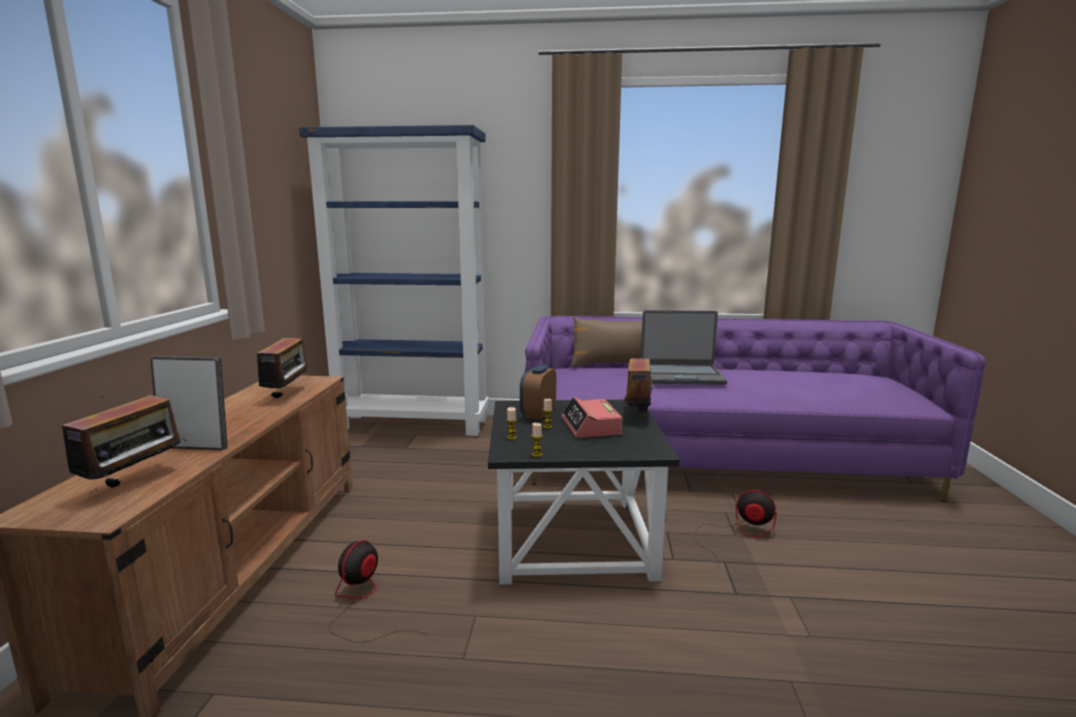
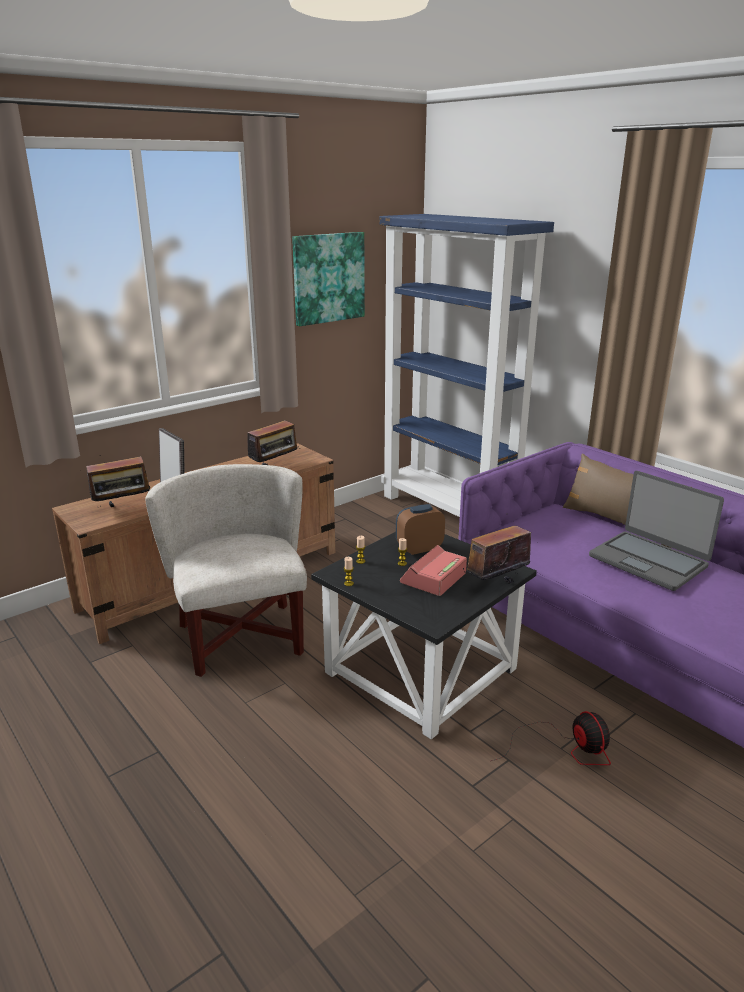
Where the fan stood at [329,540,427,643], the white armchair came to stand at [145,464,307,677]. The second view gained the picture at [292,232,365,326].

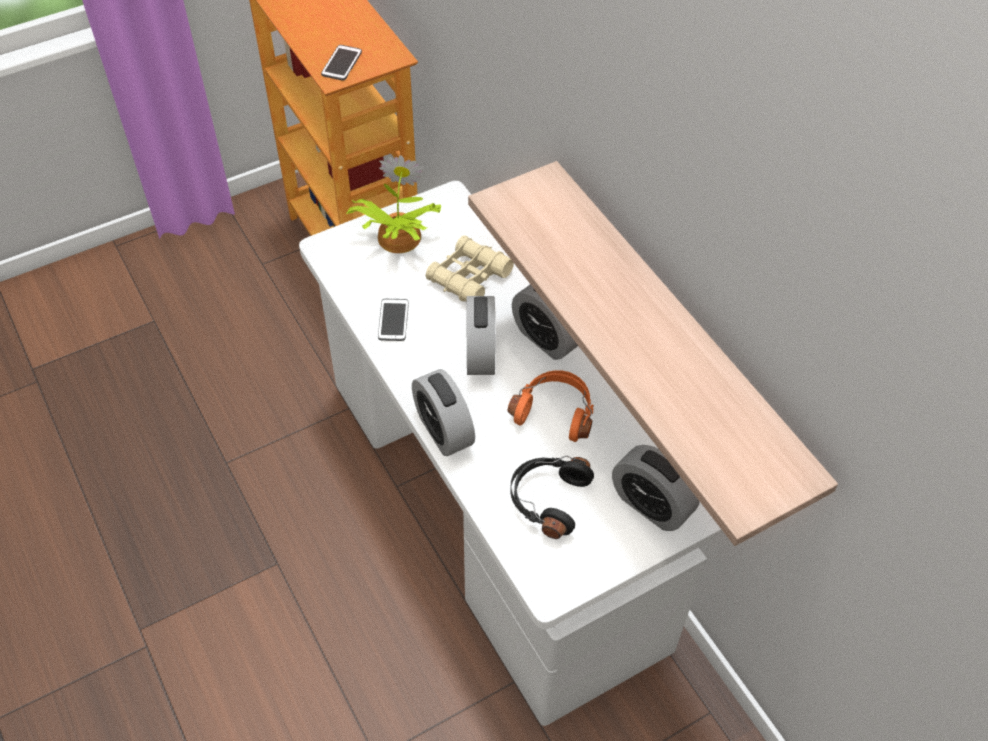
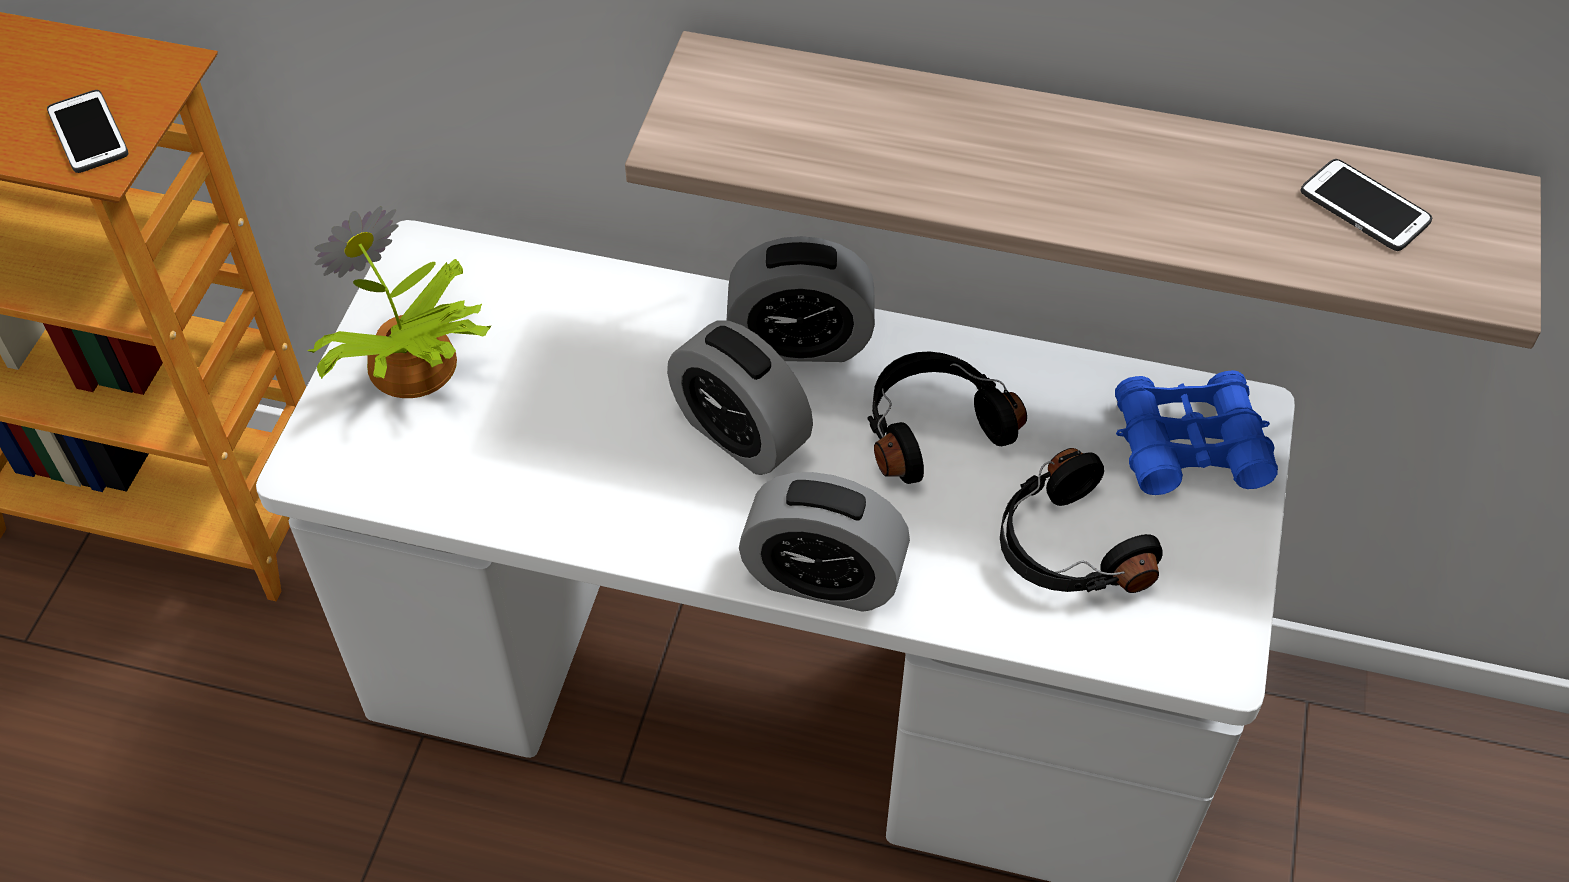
What was the orange headphones at [508,370,594,442] turned into the black headphones at [867,351,1027,484]. Where the alarm clock stood at [612,445,700,531], the blue binoculars came to stand at [1115,370,1278,495]. The phone ended up elsewhere, having gone from [378,299,409,341] to [1300,159,1432,251]. The second view lost the beige binoculars at [426,235,514,302].

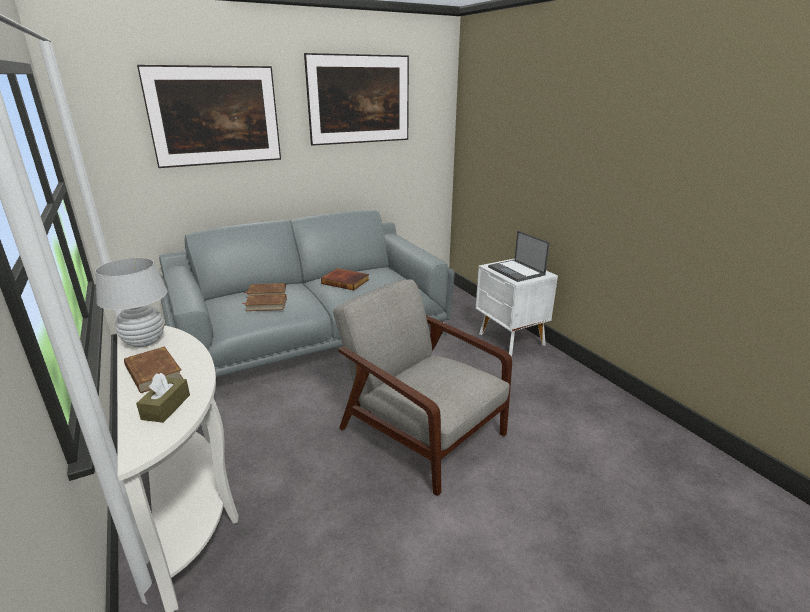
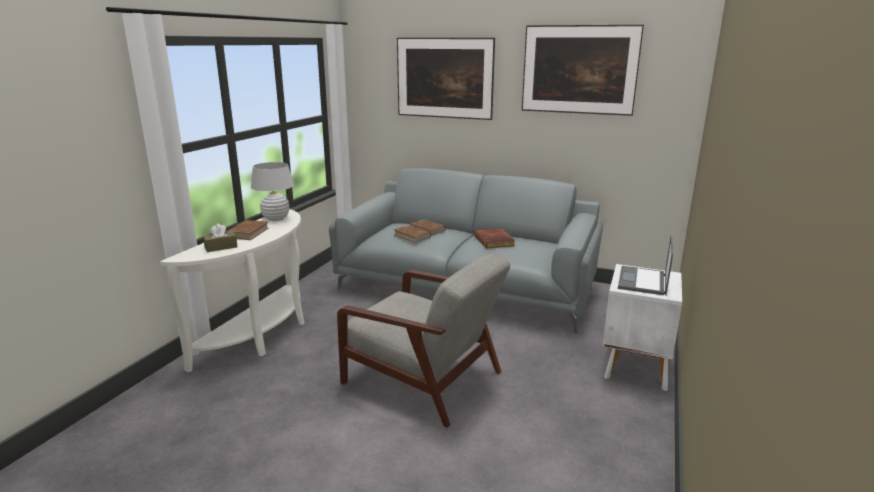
The grey armchair at [333,279,512,496] ended up facing another way, 120 degrees clockwise from before.

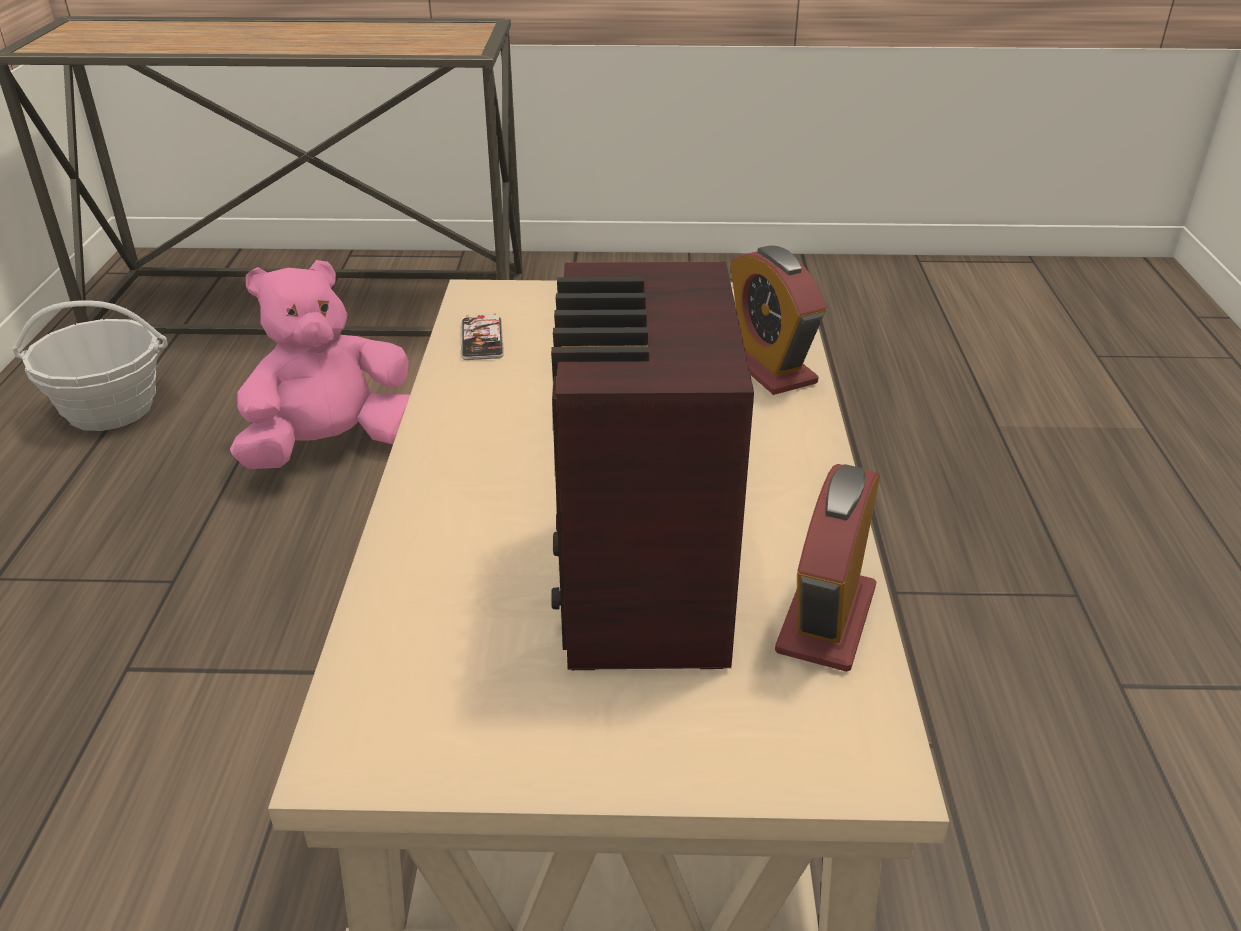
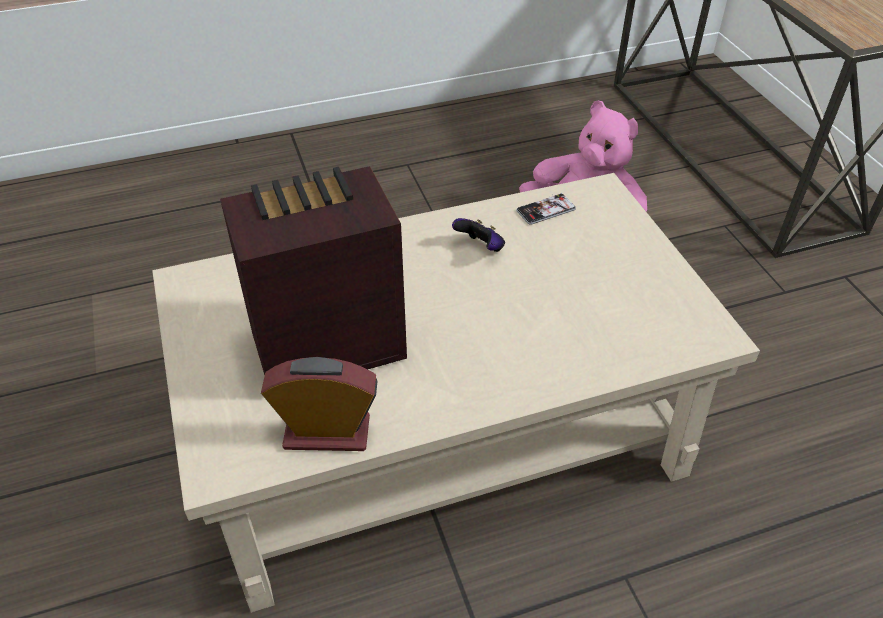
The second view gained the game controller at [452,218,505,252]. The second view lost the basket at [12,300,168,431]. The second view lost the alarm clock at [731,245,827,395].

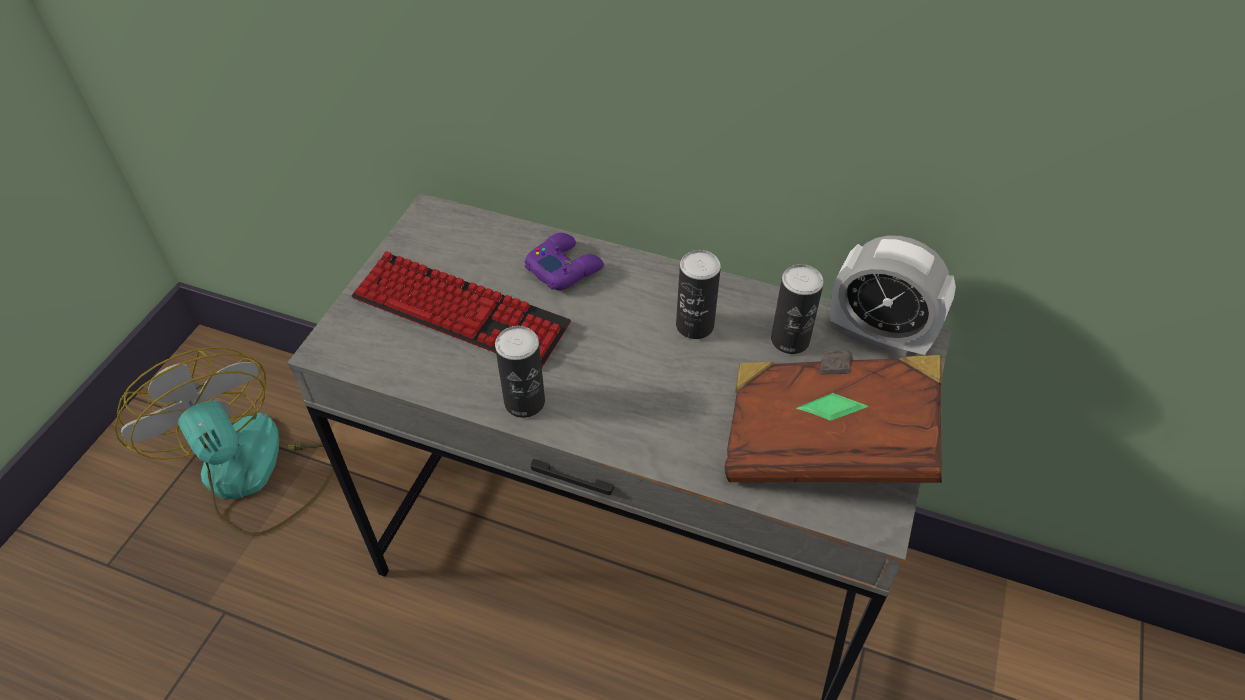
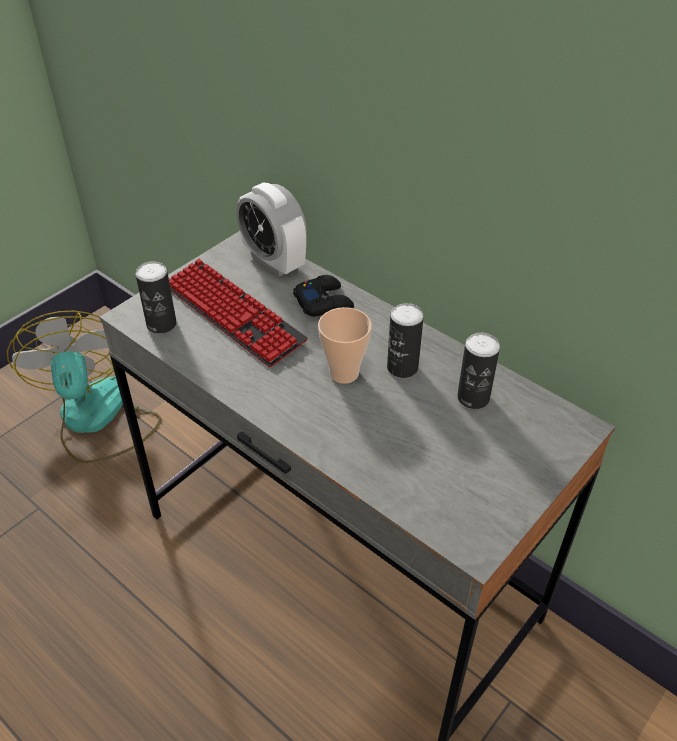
The can ended up elsewhere, having gone from [495,326,545,418] to [136,261,176,334]. The alarm clock ended up elsewhere, having gone from [830,236,956,357] to [237,183,307,277]. What was the purple game controller at [524,233,604,290] turned into the black game controller at [293,275,354,317]. The second view gained the cup at [318,307,372,384]. The second view lost the brown book at [725,350,942,483].

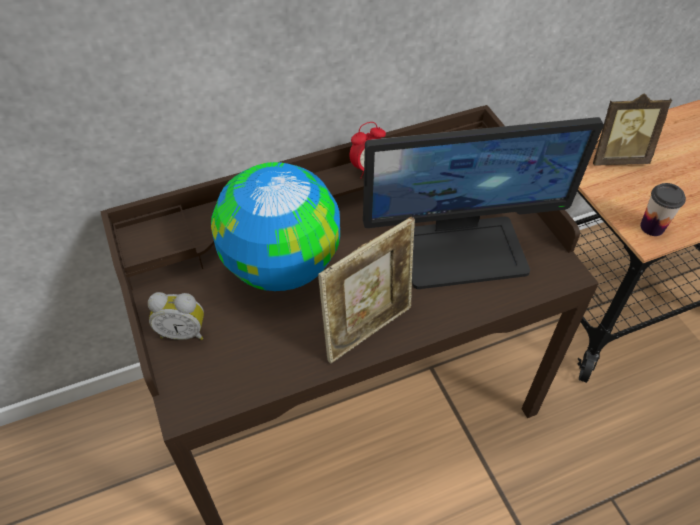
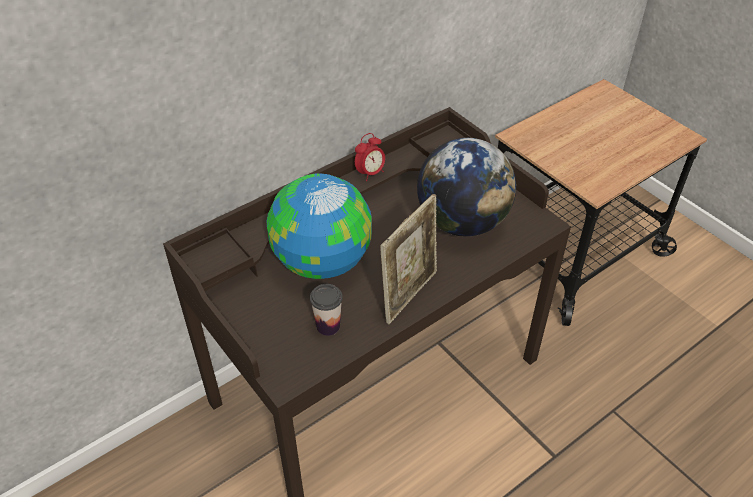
The cup ended up elsewhere, having gone from [640,183,686,236] to [310,284,343,336]. Where the monitor stood at [363,117,604,289], the globe came to stand at [417,138,516,236]. The second view lost the alarm clock at [148,292,204,340]. The second view lost the picture frame at [593,93,672,166].

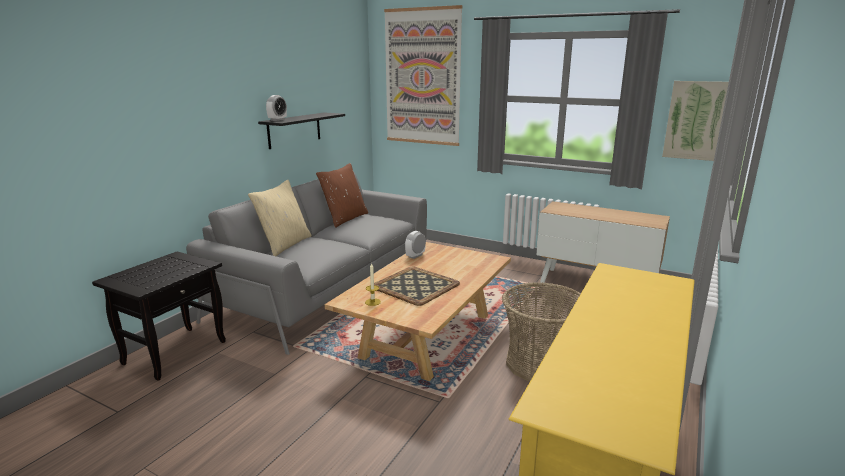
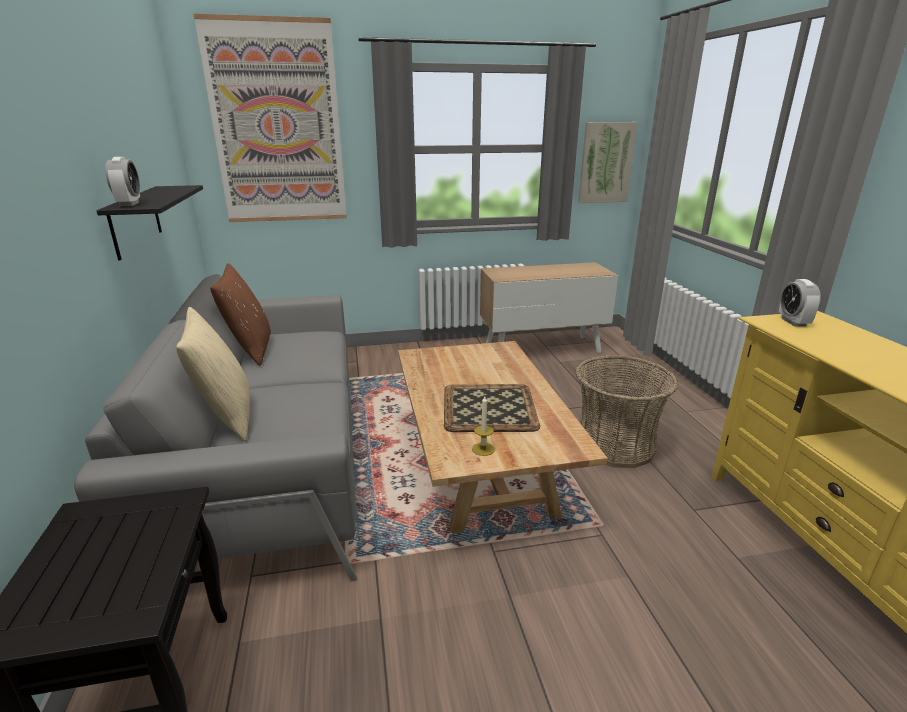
The alarm clock ended up elsewhere, having gone from [405,231,426,259] to [779,279,821,327].

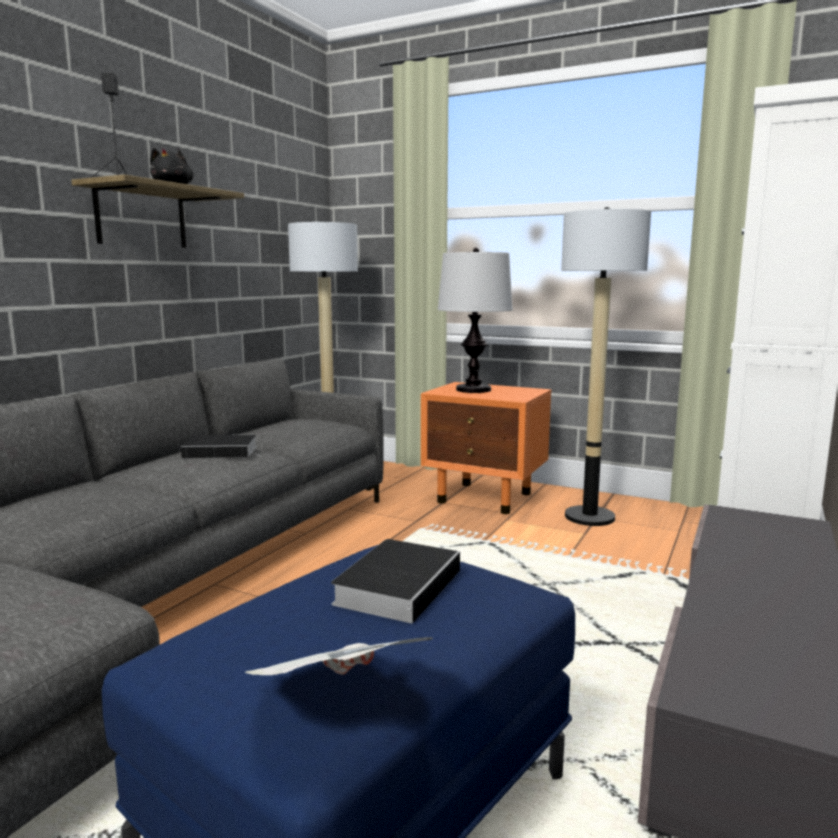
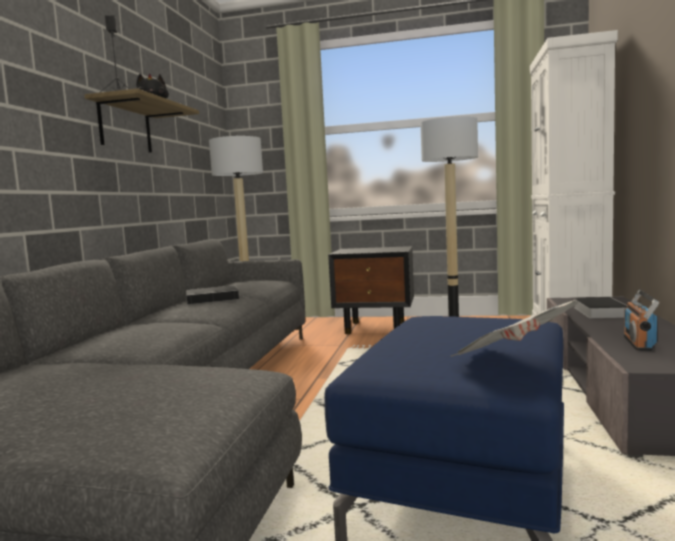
What was the orange nightstand at [421,382,551,514] turned into the black nightstand at [328,246,414,334]. The book ended up elsewhere, having gone from [331,539,463,624] to [574,298,627,318]. The second view gained the radio at [624,290,660,351]. The second view lost the table lamp at [438,248,513,393].

